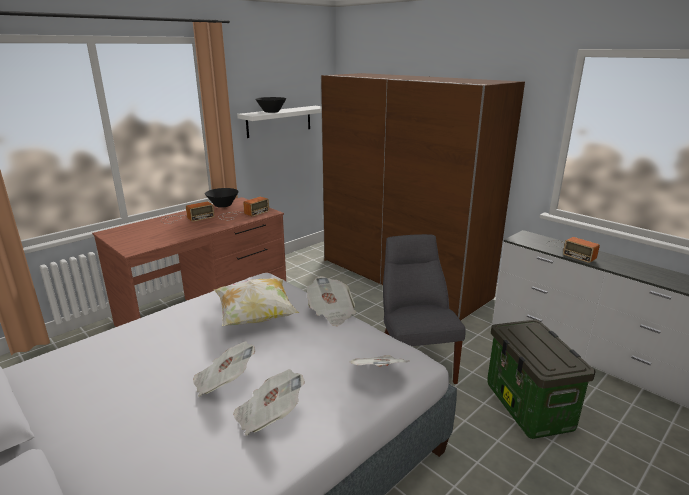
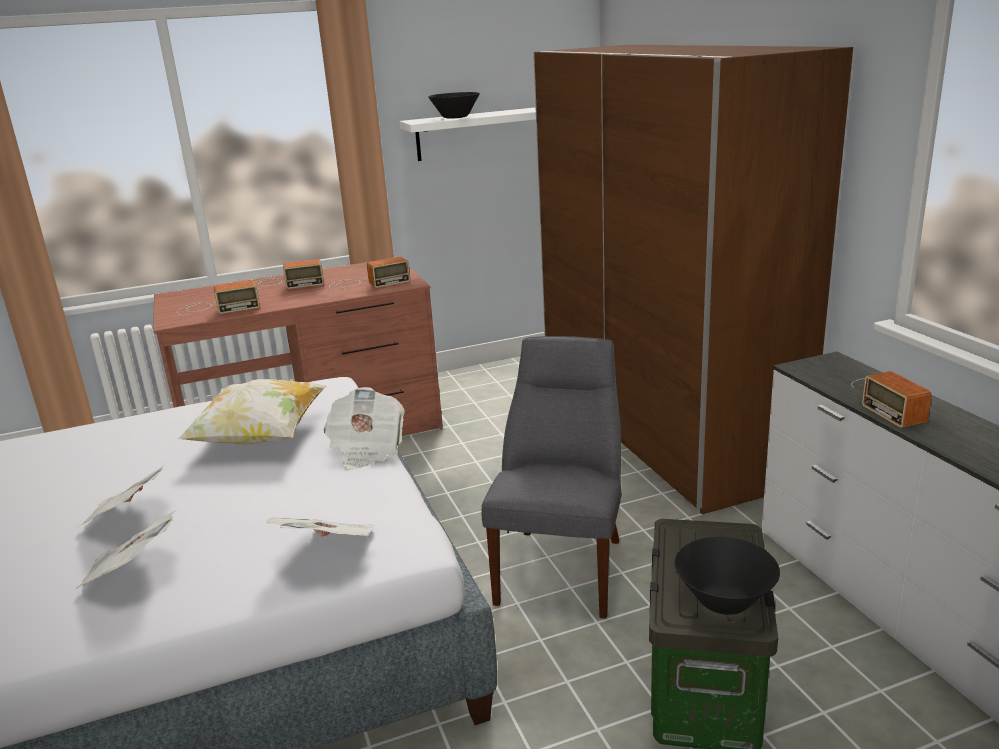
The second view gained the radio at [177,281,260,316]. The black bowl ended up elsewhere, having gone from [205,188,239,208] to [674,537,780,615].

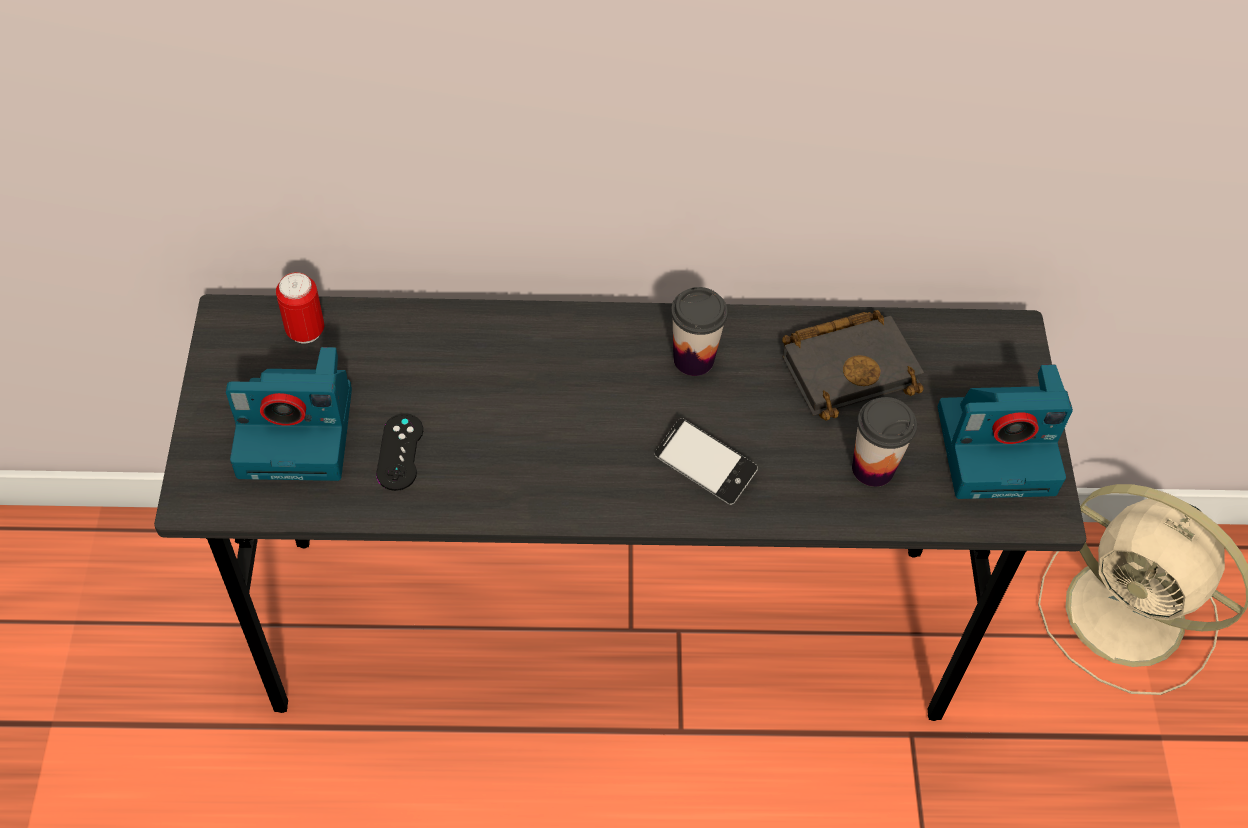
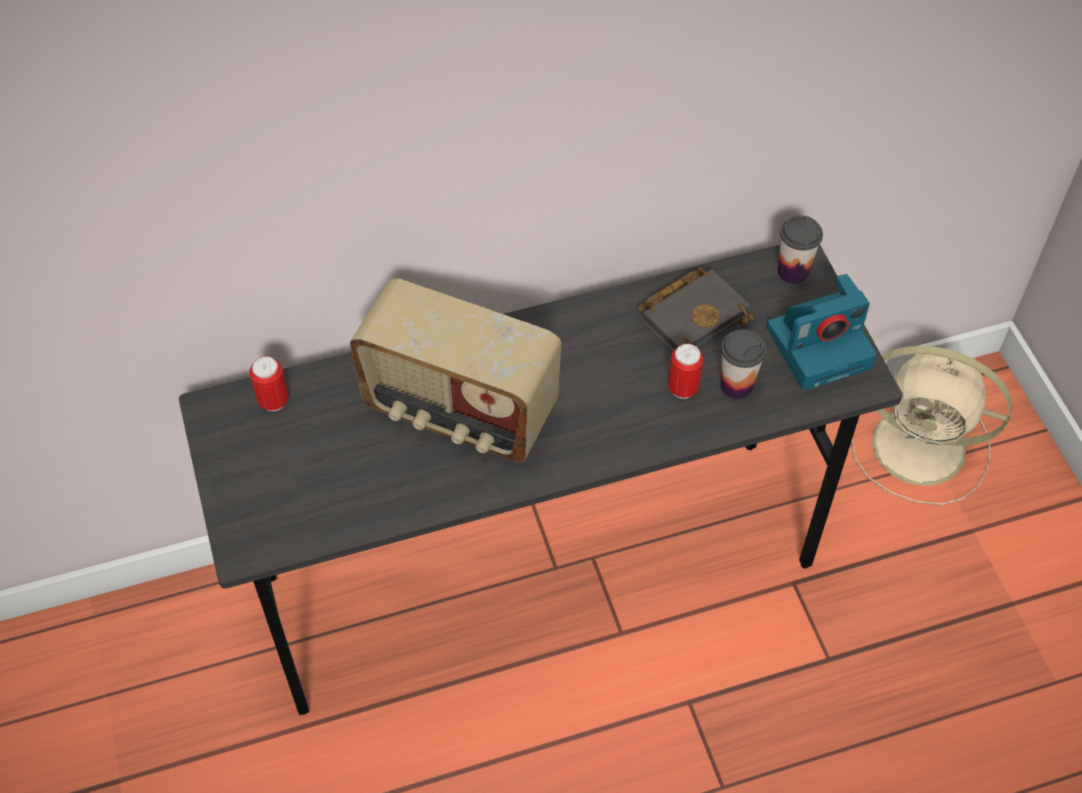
The second view gained the radio at [350,279,561,462]. The second view gained the can at [668,344,703,399]. The cup ended up elsewhere, having gone from [671,287,728,376] to [778,215,823,284]. The second view lost the photo camera at [226,347,352,481]. The second view lost the black game controller at [376,413,423,491]. The second view lost the phone at [655,418,758,505].

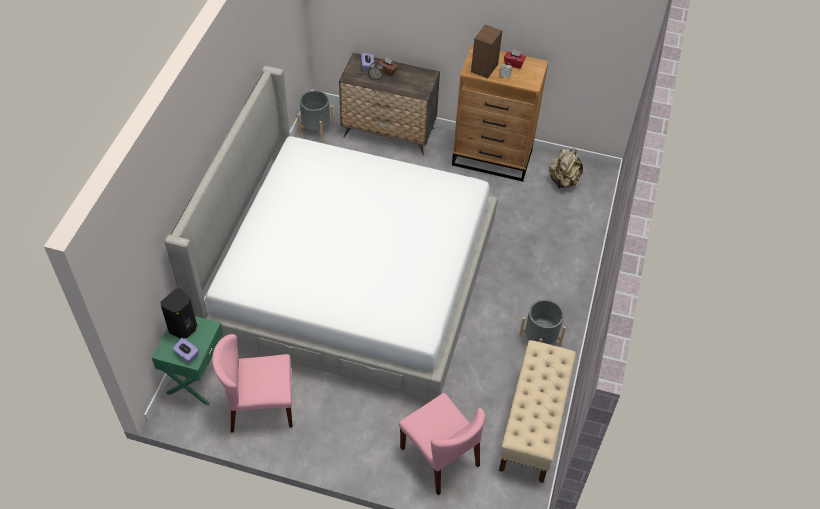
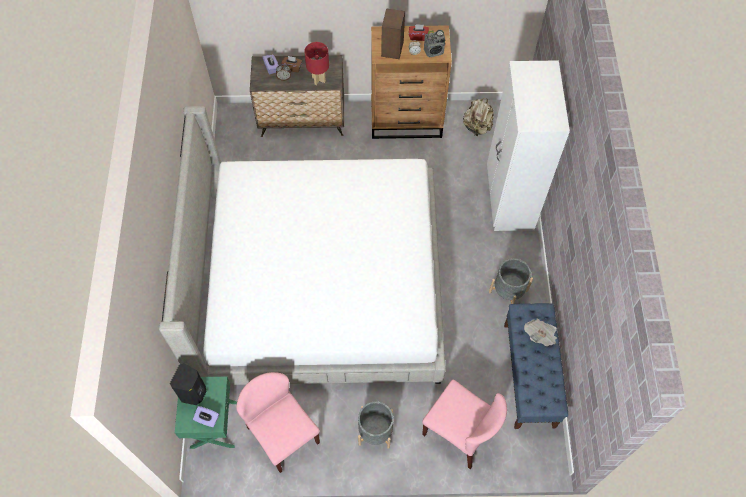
The pink chair at [212,334,293,433] ended up facing another way, 75 degrees clockwise from before. The second view gained the red table lamp at [304,42,329,85]. The grey planter ended up elsewhere, having gone from [297,90,334,142] to [358,401,393,449]. The second view gained the radio at [424,30,445,57]. The second view gained the white wardrobe at [487,60,570,231]. What was the beige bench at [499,340,576,483] turned into the blue bench at [504,303,568,429]. The second view gained the newspaper at [524,319,557,346].

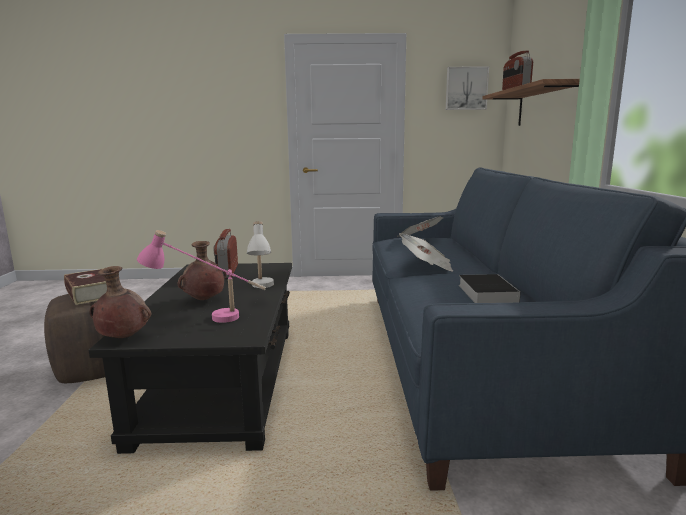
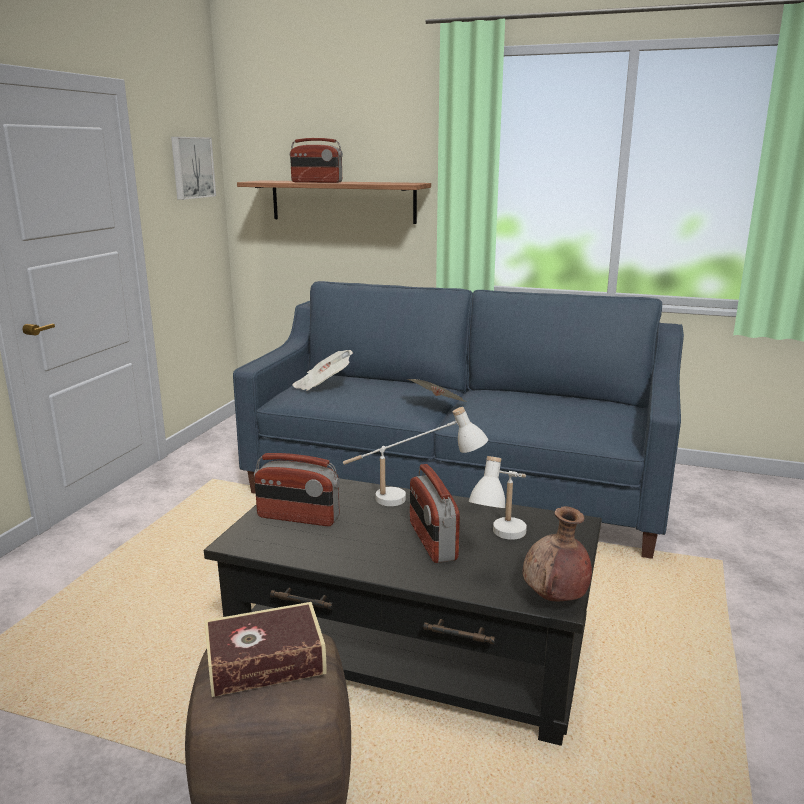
Where the brown vase stood at [178,241,226,300], the radio came to stand at [410,464,460,563]. What was the pink table lamp at [137,230,266,323] turned into the white table lamp at [468,456,527,540]. The second view lost the book at [459,274,521,303].

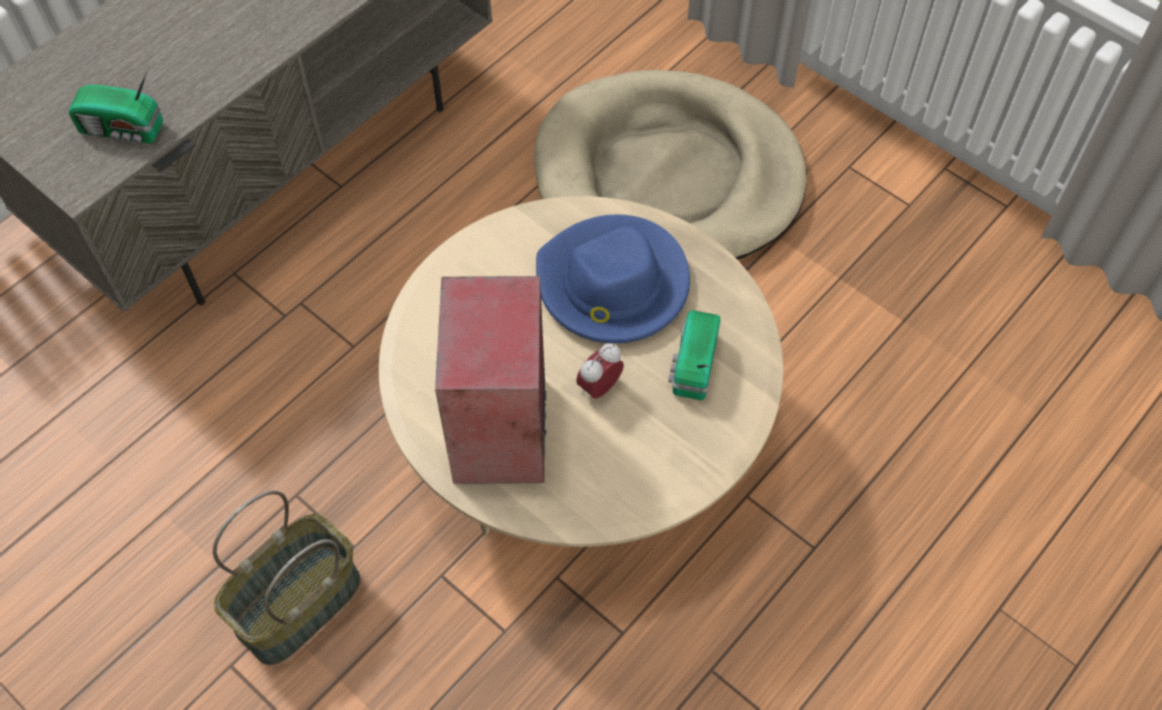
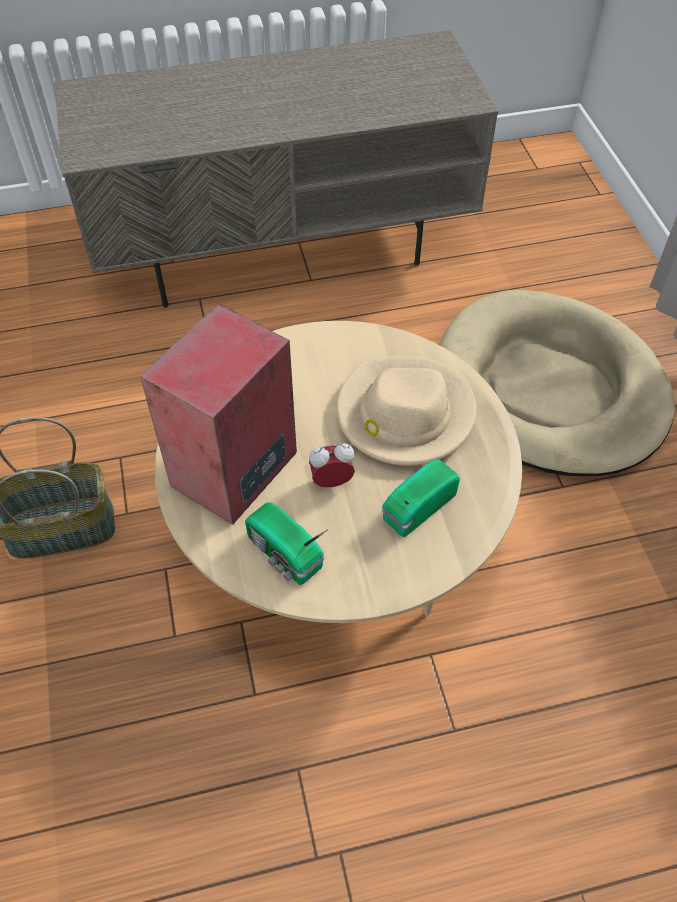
The radio ended up elsewhere, having gone from [69,66,163,144] to [245,502,328,585]. What was the blue hat at [536,215,690,343] turned into the beige hat at [336,355,476,466].

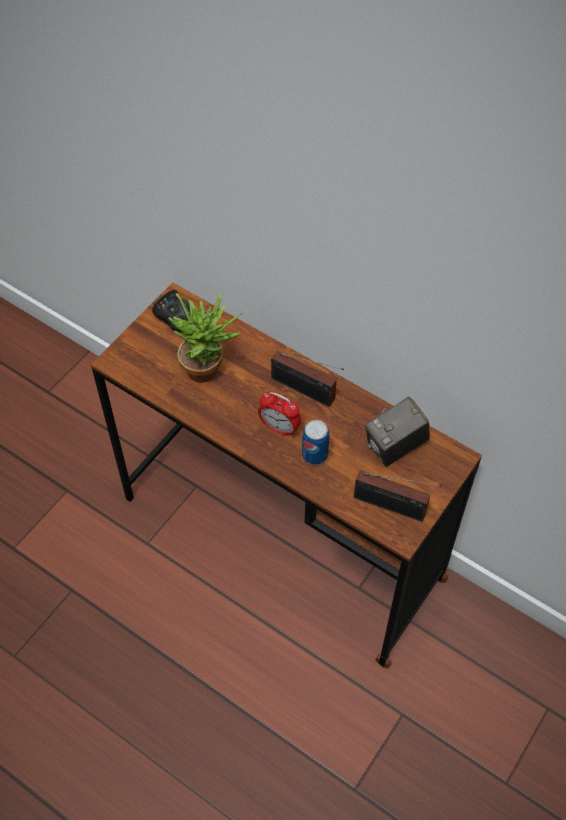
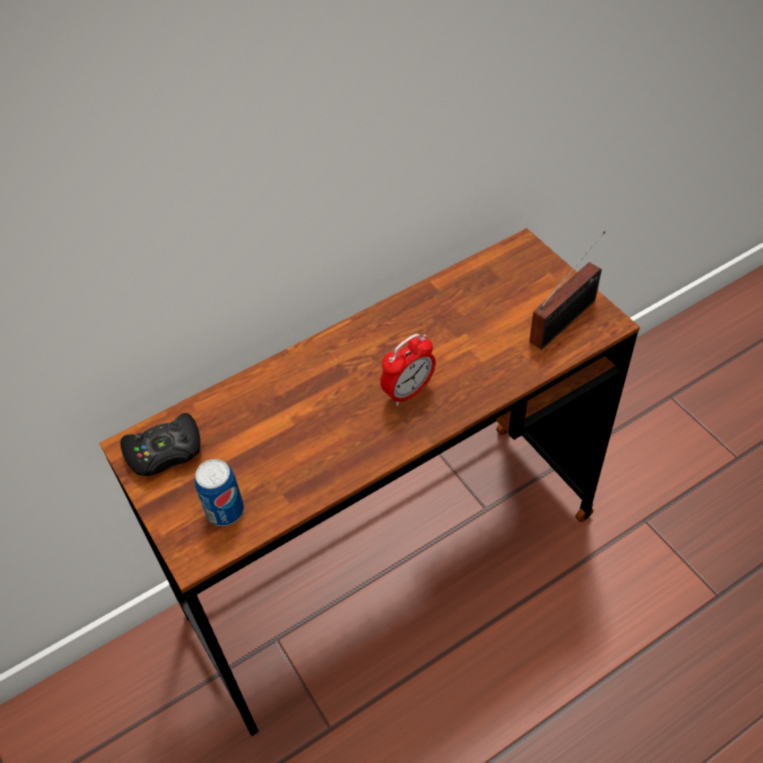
The can ended up elsewhere, having gone from [302,420,329,465] to [194,459,244,526]. The second view lost the potted plant at [168,293,244,383]. The second view lost the radio at [271,351,344,407]. The second view lost the photo camera at [365,397,430,467].

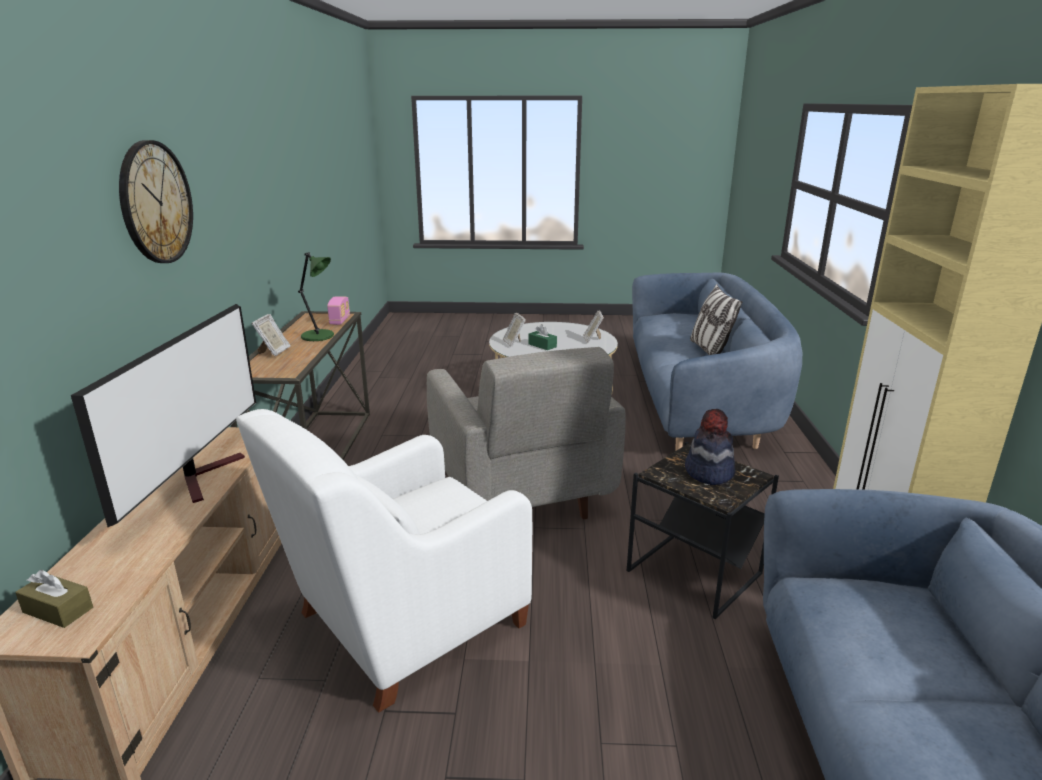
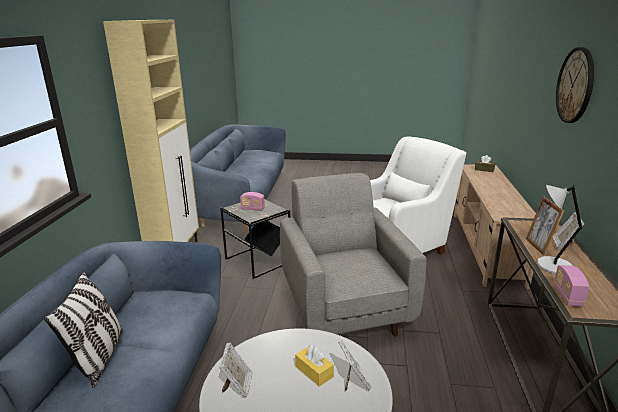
Where the hat stood at [685,409,735,485], the radio came to stand at [240,192,265,211]. What was the green tissue box at [529,324,557,350] turned into the yellow tissue box at [295,345,334,387]. The second view gained the picture frame at [526,196,564,256]. What was the green table lamp at [298,252,334,341] turned into the grey table lamp at [537,185,582,274]. The second view lost the television at [71,304,256,527].

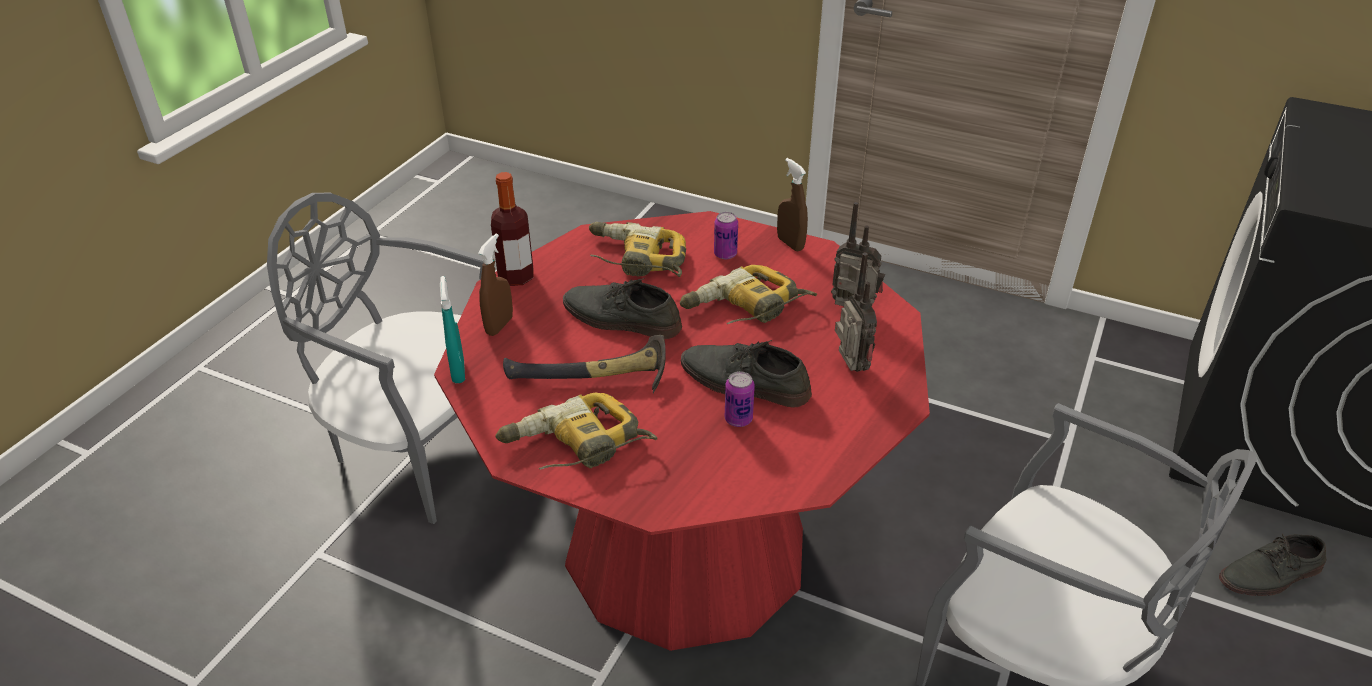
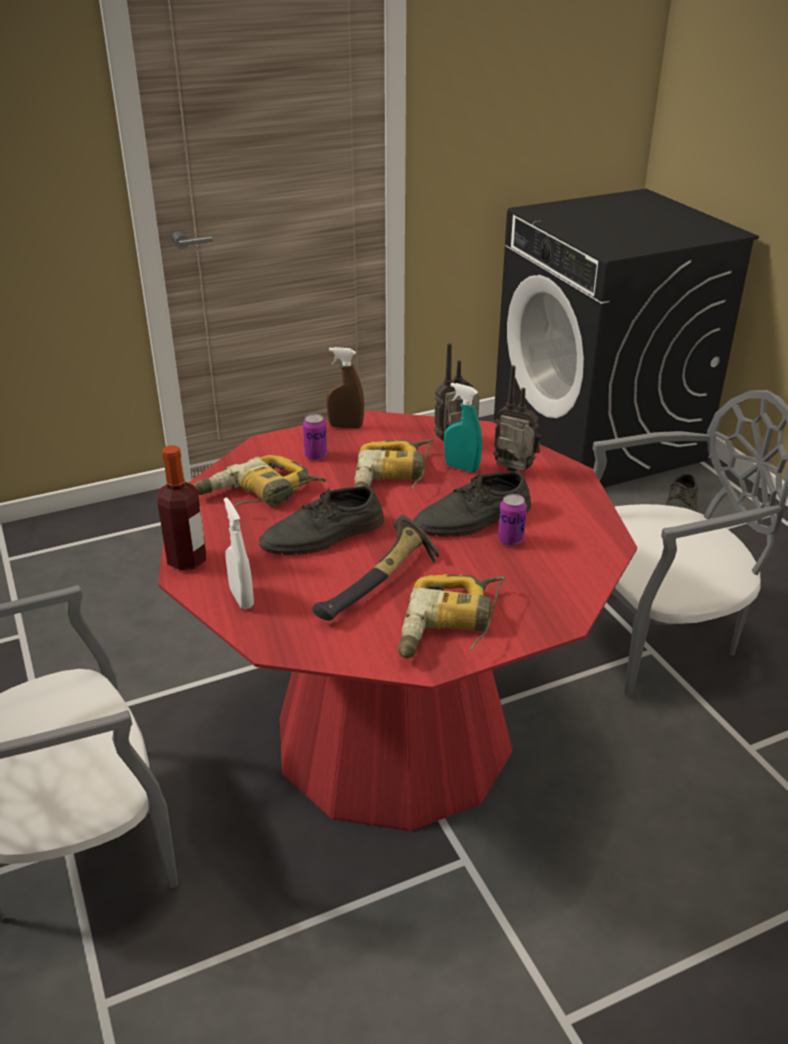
What was the brown spray bottle at [478,234,513,336] turned into the white spray bottle at [224,497,254,609]. The turquoise spray bottle ended up elsewhere, having gone from [440,276,465,383] to [444,383,482,473].

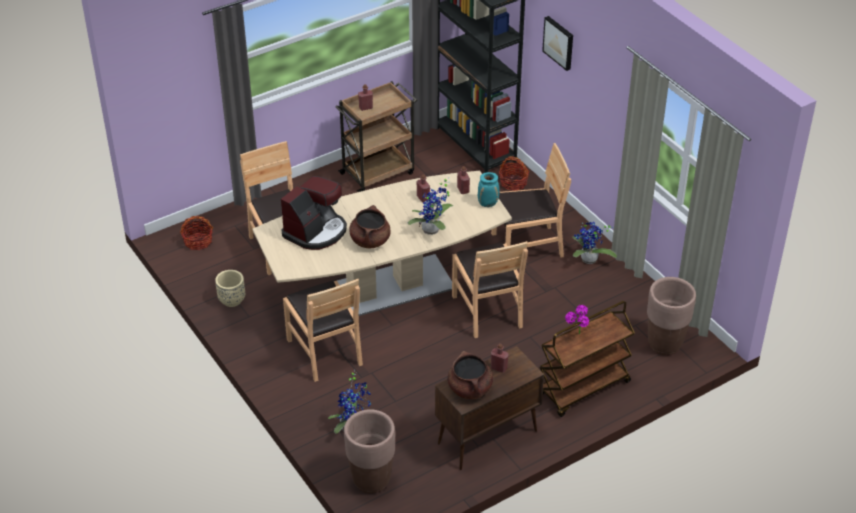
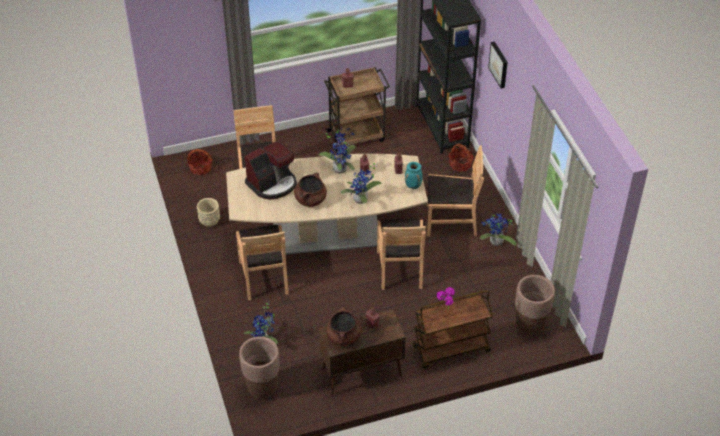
The second view gained the potted plant at [319,126,355,174].

